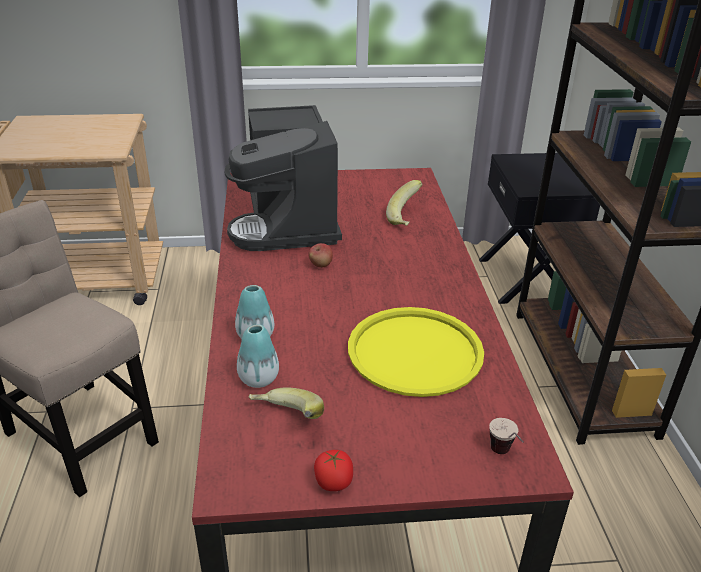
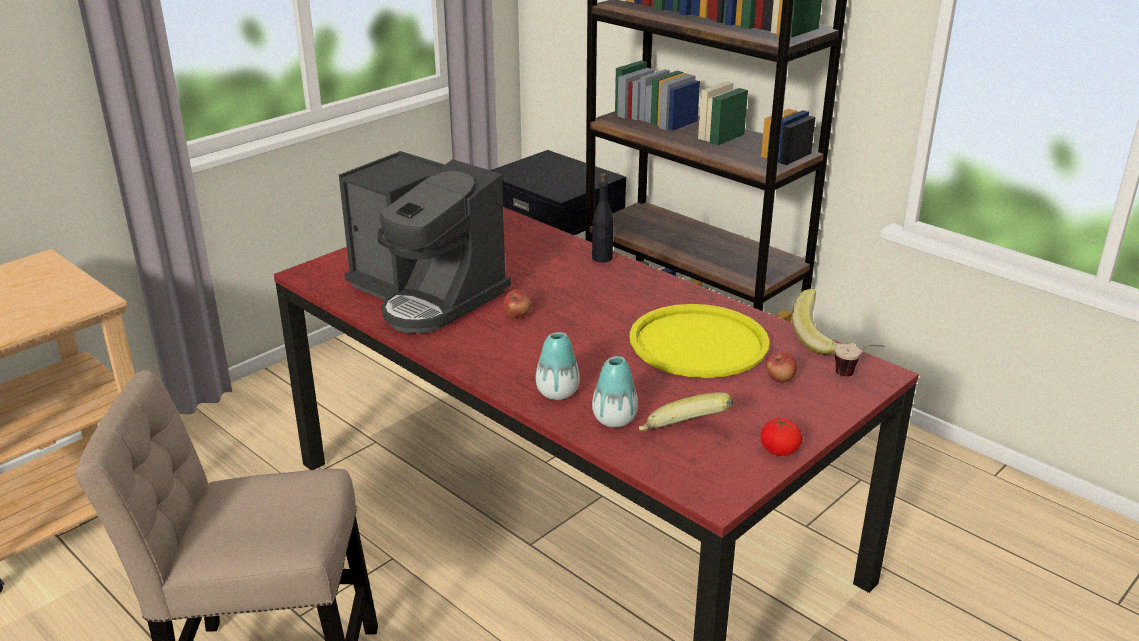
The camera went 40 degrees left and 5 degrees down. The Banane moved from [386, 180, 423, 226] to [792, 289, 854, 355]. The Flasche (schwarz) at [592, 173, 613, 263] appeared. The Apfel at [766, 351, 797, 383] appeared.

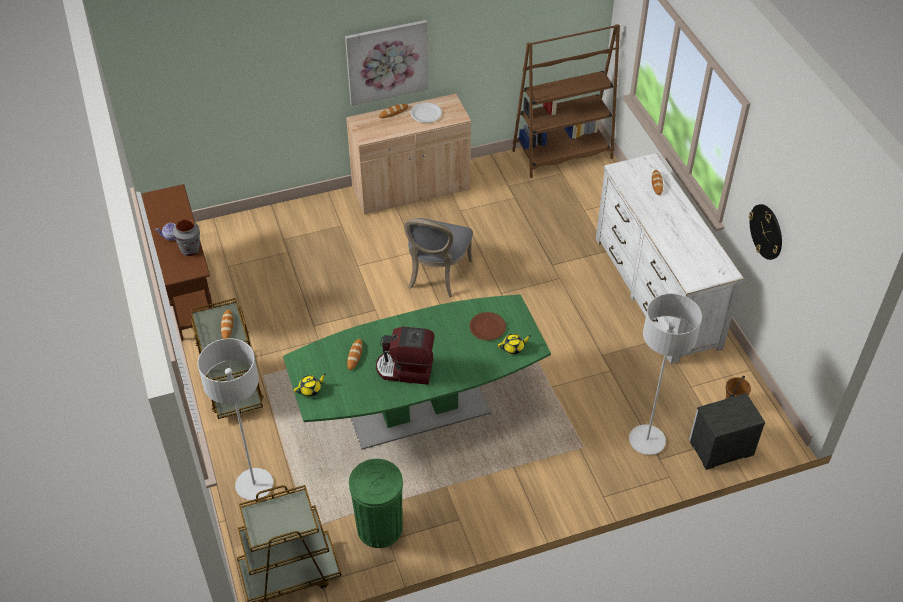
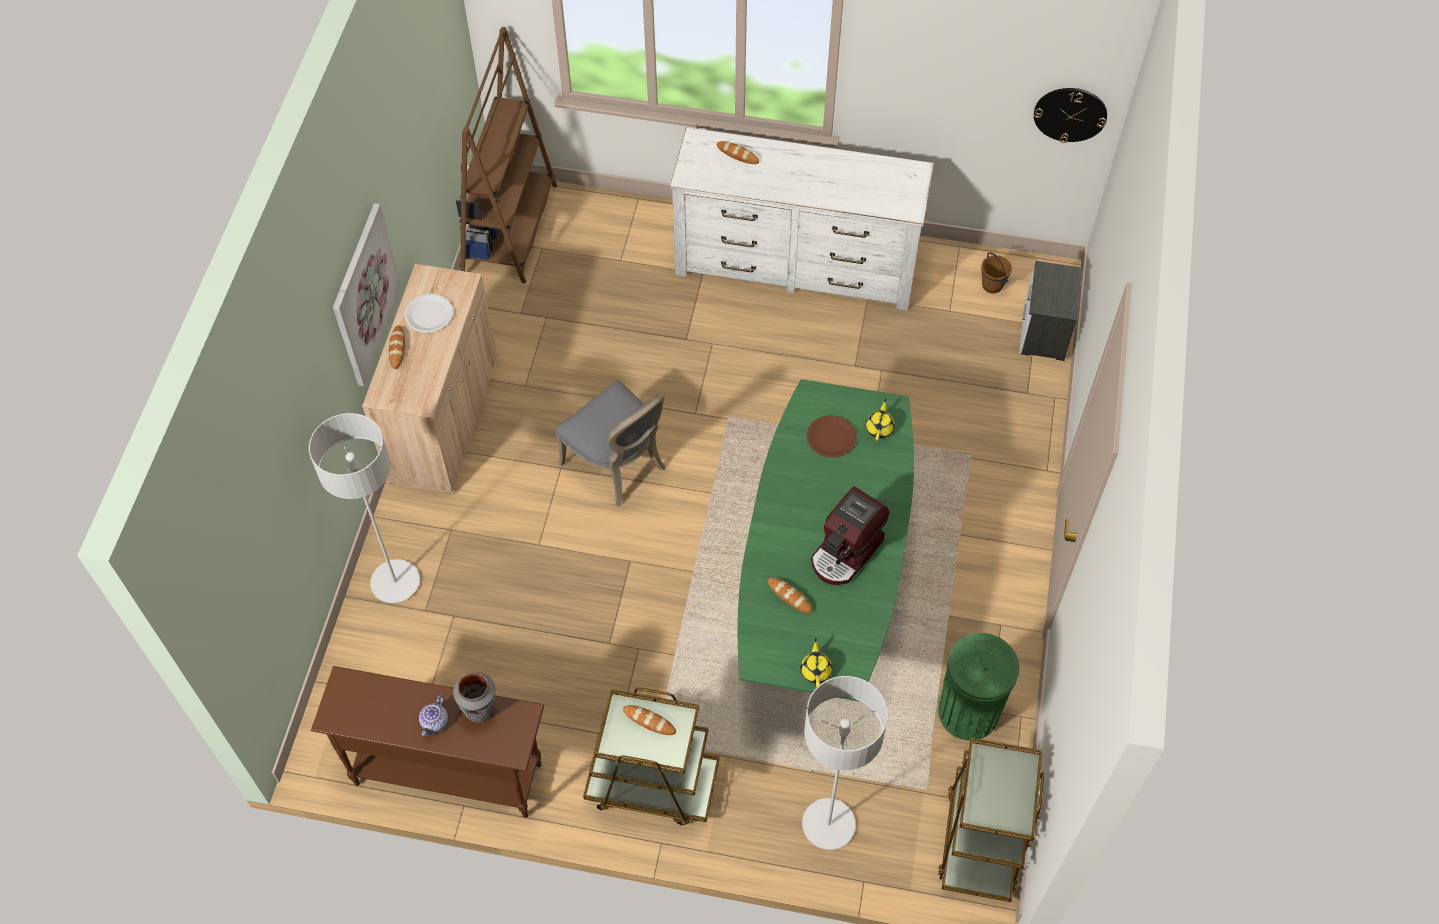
The camera went 60 degrees left and 10 degrees up. The Wanduhr moved from [749, 204, 782, 260] to [1034, 88, 1107, 143]. The Stehlampe (grau) moved from [629, 293, 702, 455] to [309, 413, 420, 603].

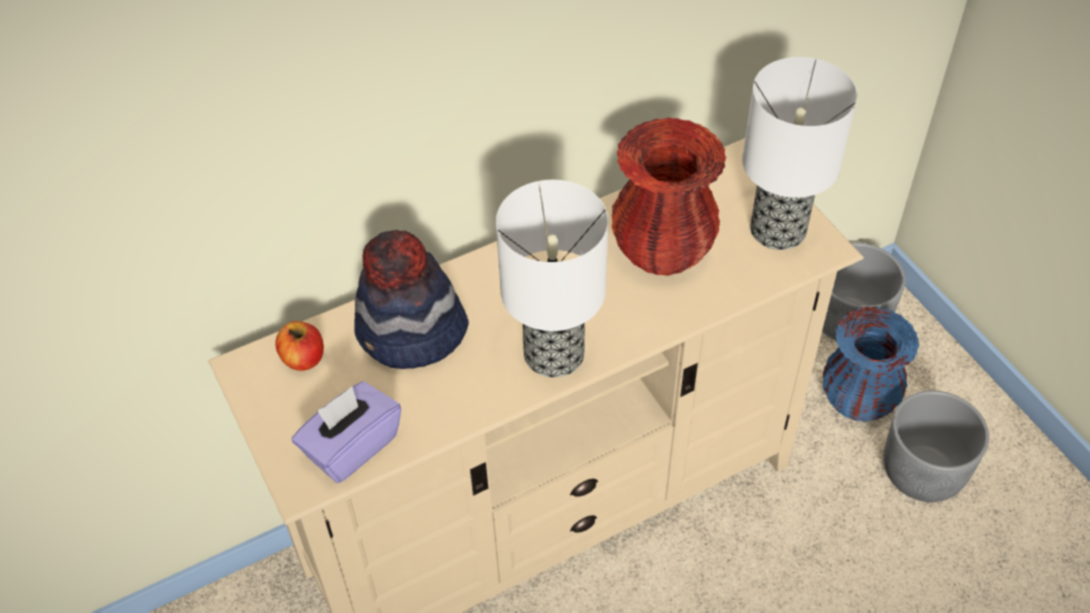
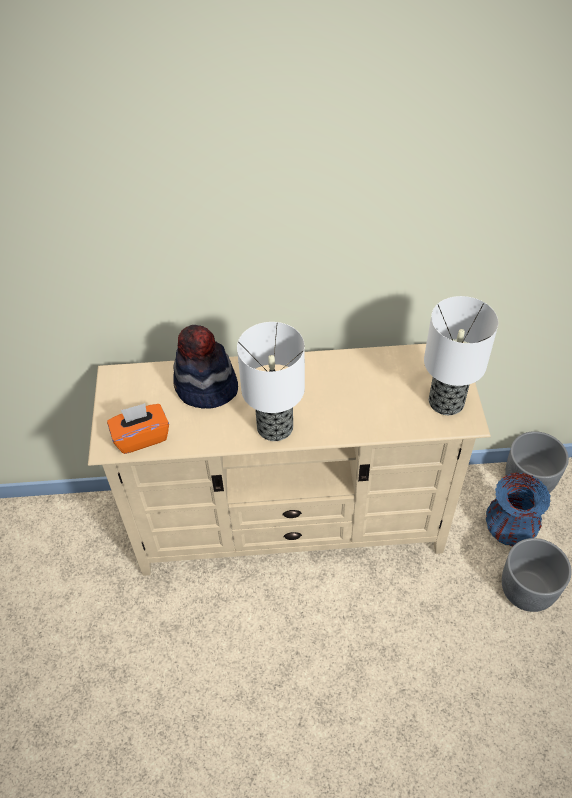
The camera went 25 degrees right and 0 degrees up. The Vase (rot) at [612, 118, 726, 276] disappeared. The Apfel at [275, 321, 324, 371] disappeared. The Taschentuchbox (lila) at [292, 381, 401, 483] became the Taschentuchbox (orange) at [107, 403, 169, 454].

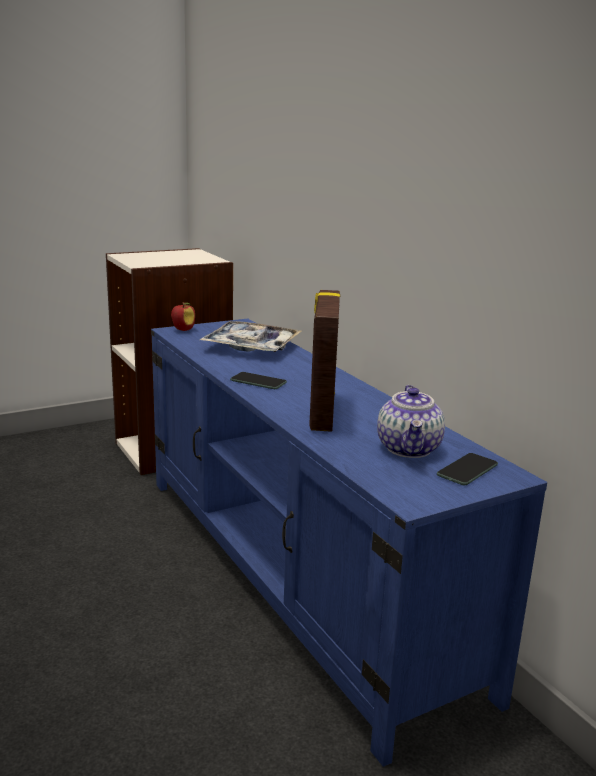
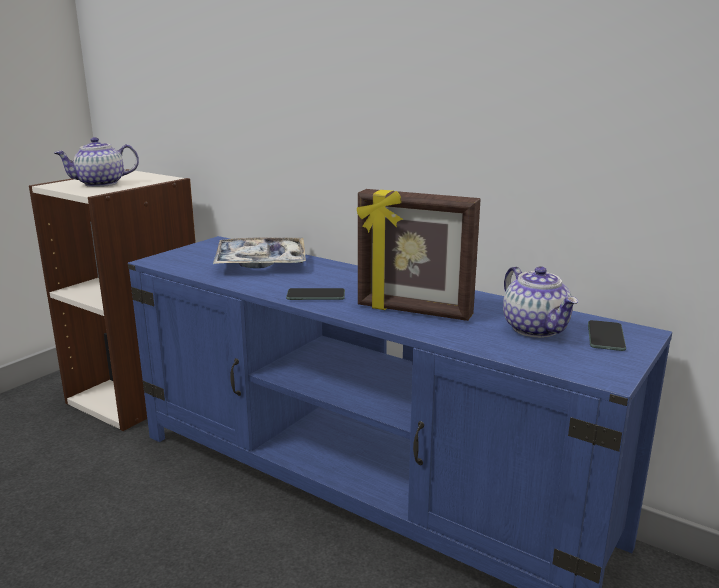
The camera went 25 degrees left and 0 degrees up. The Bilderrahmen at [309, 290, 340, 432] turned 45 degrees counterclockwise. The Apfel at [171, 302, 195, 331] disappeared. The Teekanne at [54, 137, 139, 187] appeared.

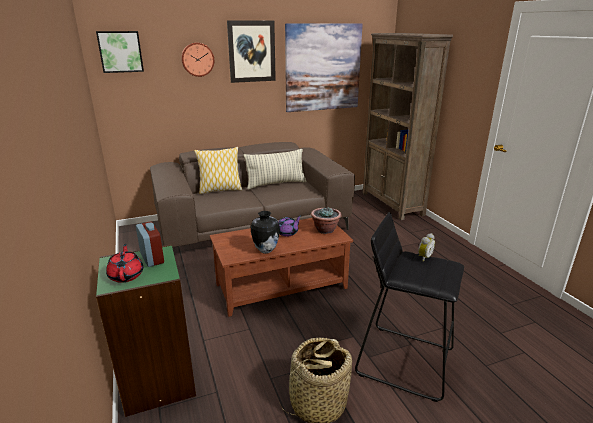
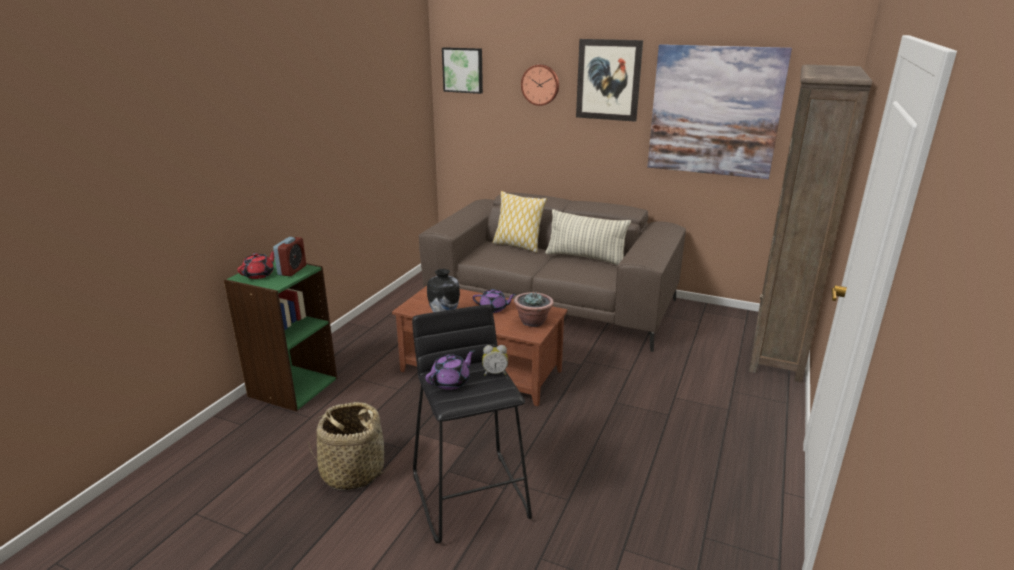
The camera went 45 degrees right and 0 degrees up. The Teekanne (lila) at [425, 350, 475, 390] appeared.

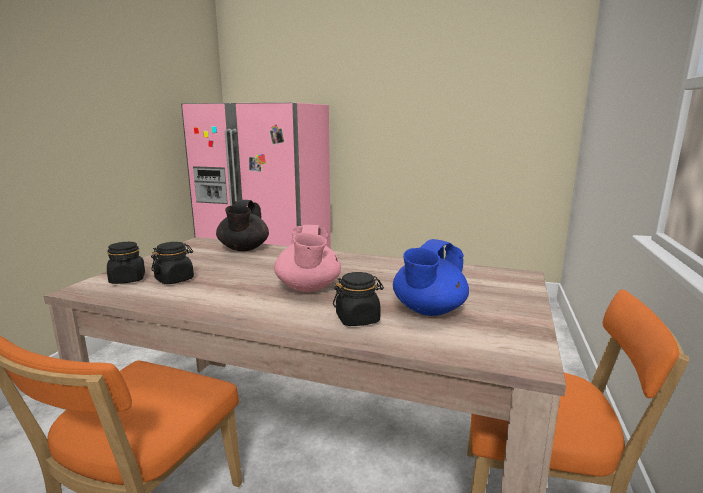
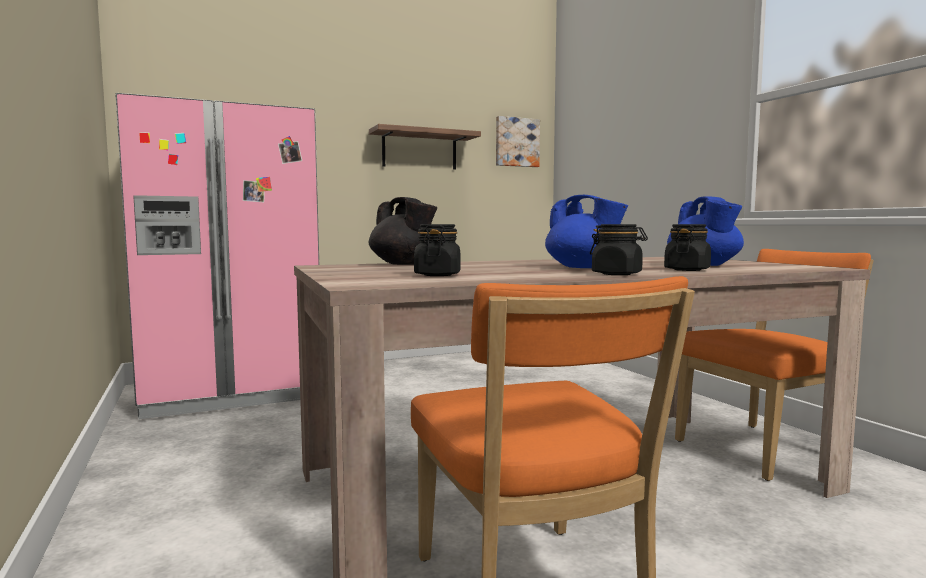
The camera went 40 degrees left and 10 degrees down. The Teekanne (rosa) at [274, 225, 341, 292] became the Teekanne (blau) at [545, 195, 628, 268]. The Vorratsglas (schwarz) moved from [107, 241, 145, 284] to [590, 224, 648, 275]. The Bild at [496, 116, 540, 167] appeared. The Wandregal at [369, 124, 481, 170] appeared.

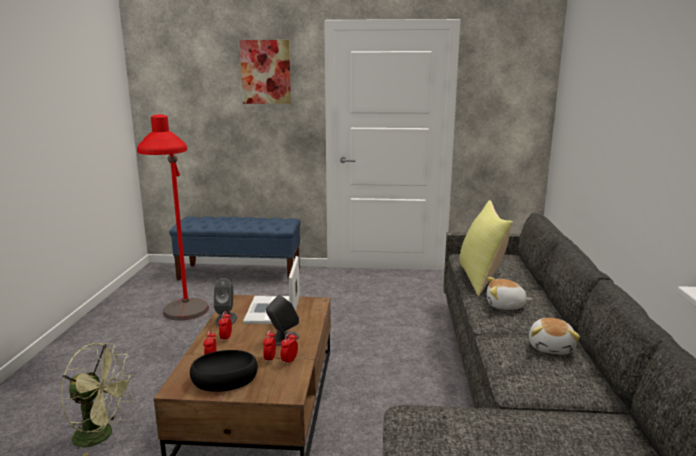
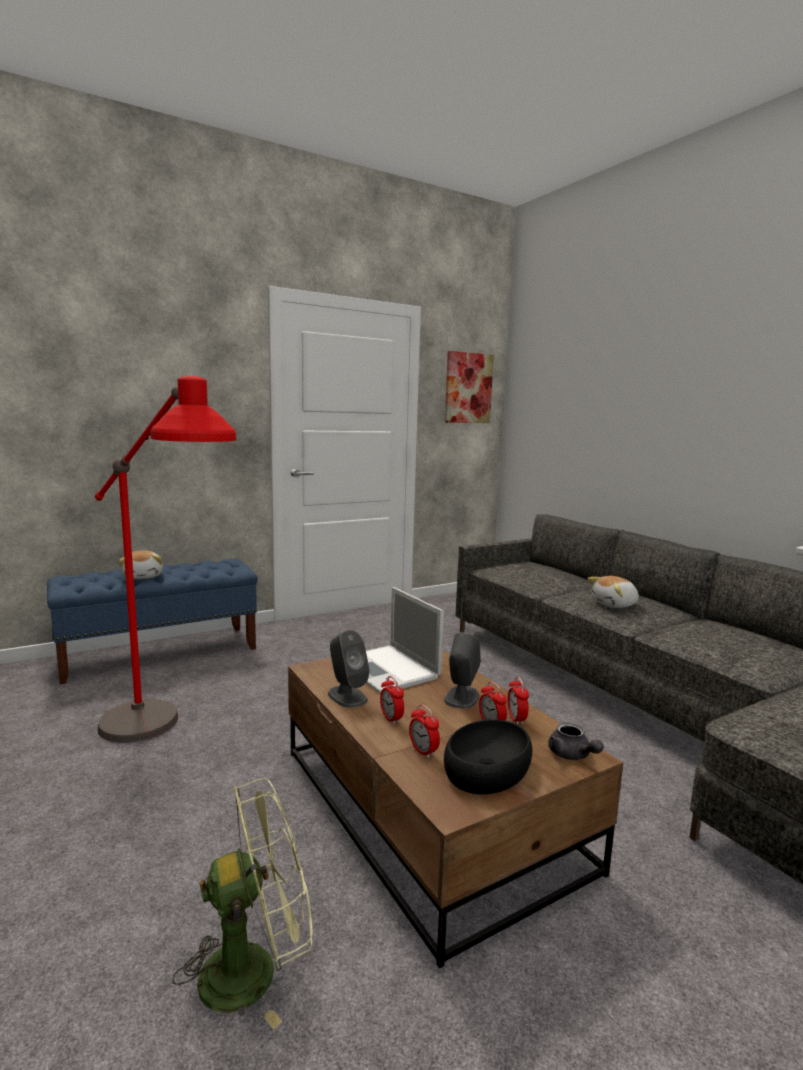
The camera went 35 degrees left and 5 degrees down. The Bild moved from [240, 40, 291, 104] to [445, 351, 494, 423]. The Kissen (gelb) at [459, 200, 513, 296] disappeared. The Plüschtier moved from [529, 318, 580, 355] to [119, 550, 163, 579]. The Teekanne (grau) at [548, 722, 604, 760] appeared.

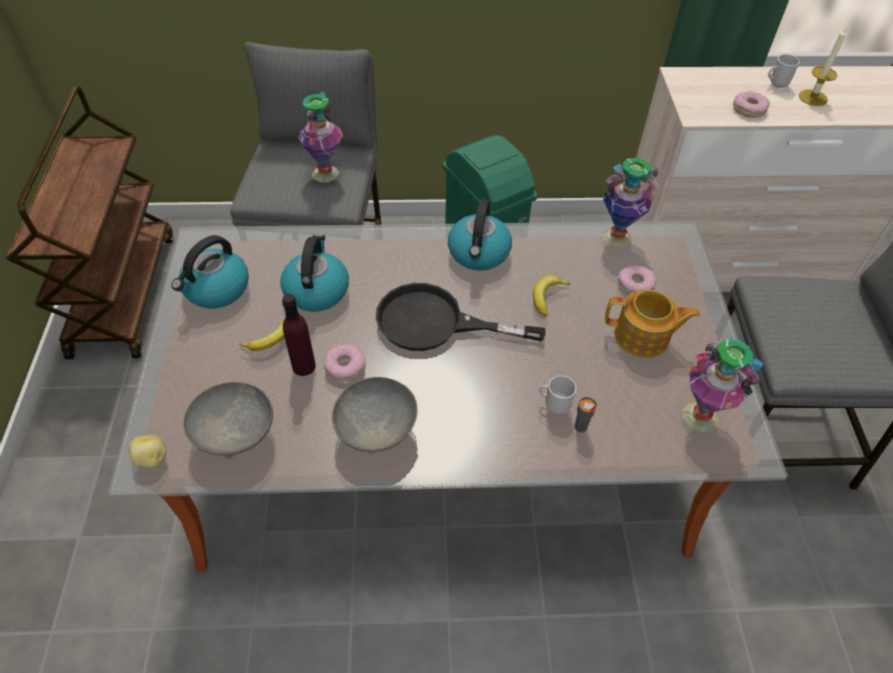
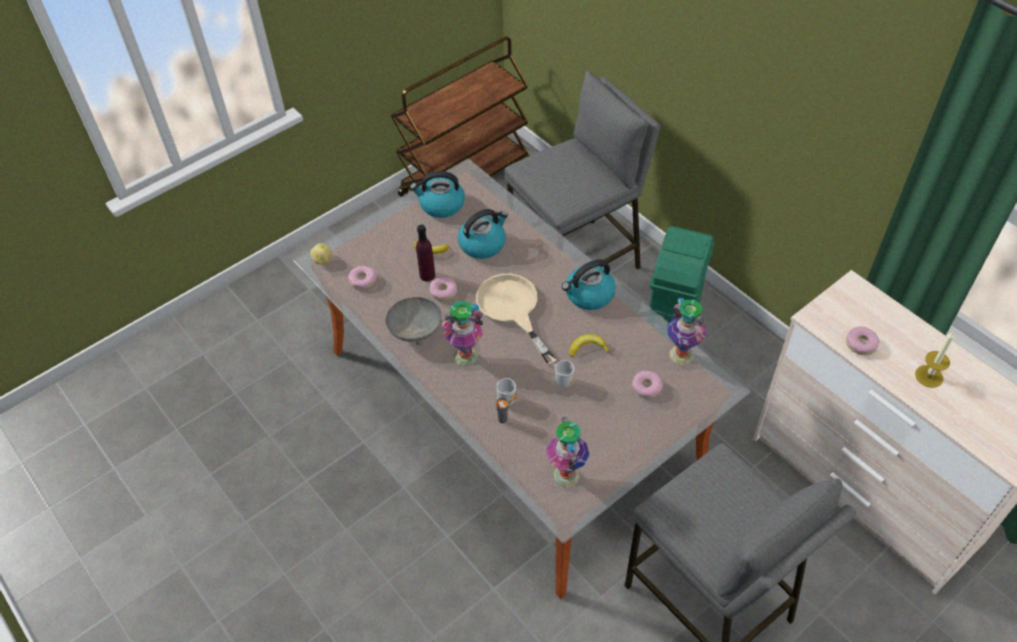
The camera went 55 degrees right and 0 degrees up. The Henkelbecher moved from [768, 54, 800, 88] to [553, 360, 575, 387]. The Vase moved from [298, 92, 343, 183] to [442, 301, 483, 366]. The Pfanne (schwarz) at [376, 283, 546, 351] became the Pfanne (beige) at [476, 274, 556, 365]. The Teekanne at [605, 290, 700, 358] disappeared. The Schüssel (grau) at [183, 382, 273, 459] was replaced by the Donut at [348, 266, 376, 290].

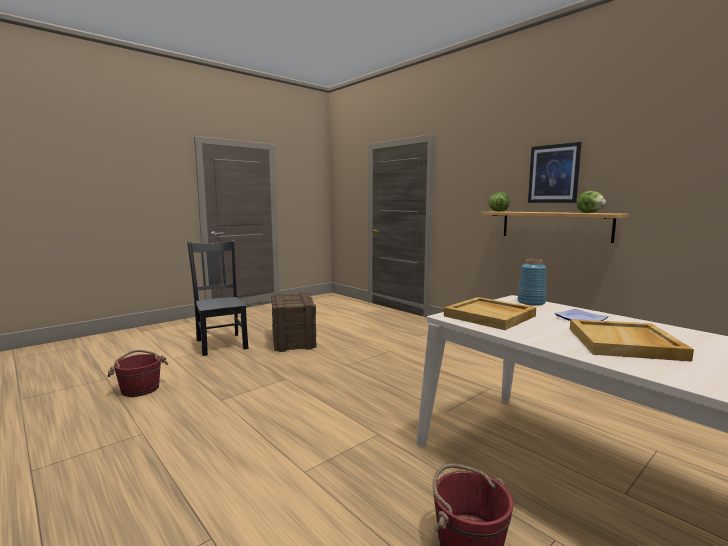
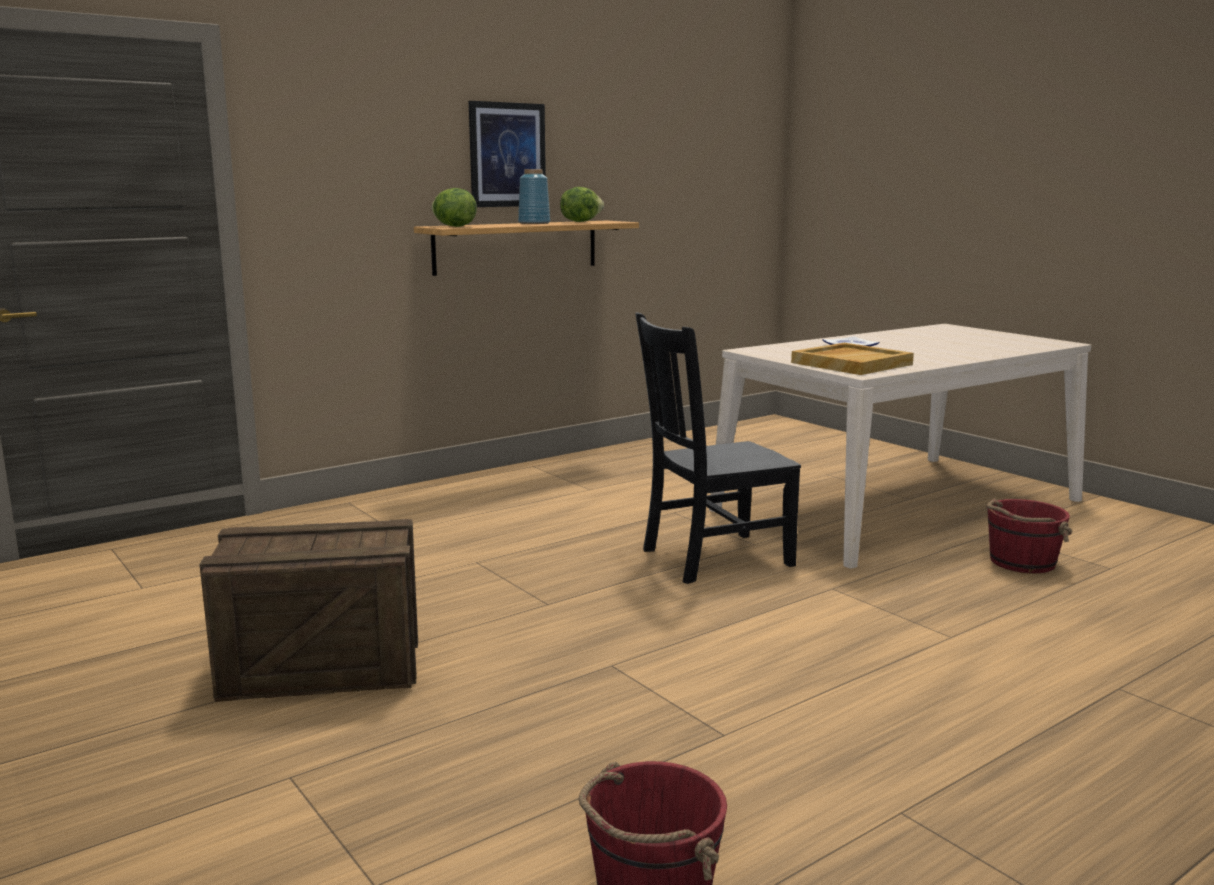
The camera went 85 degrees left and 5 degrees up. The Stuhl (schwarz) moved from [187, 240, 249, 356] to [635, 312, 801, 584]. The Vase (blau) moved from [517, 259, 546, 306] to [518, 169, 550, 224]. The Tablett (beige) at [570, 319, 694, 362] disappeared.

